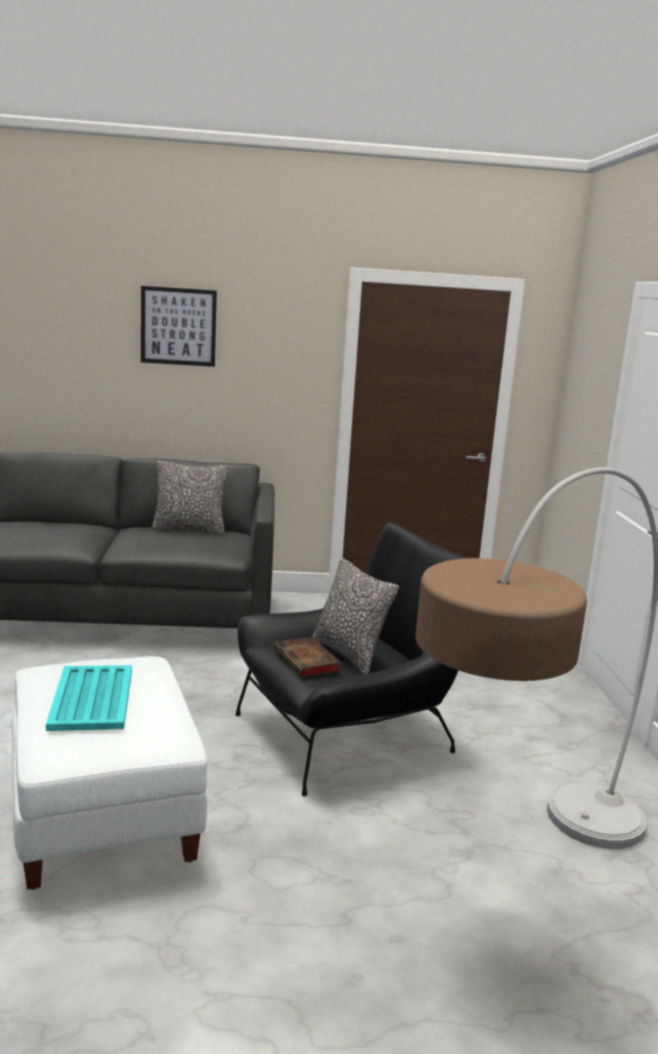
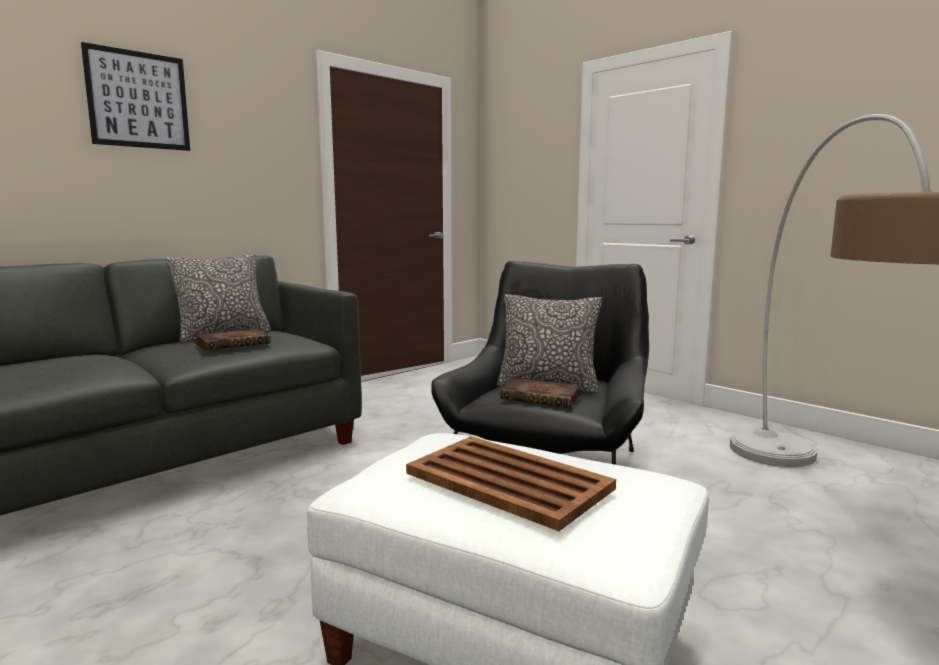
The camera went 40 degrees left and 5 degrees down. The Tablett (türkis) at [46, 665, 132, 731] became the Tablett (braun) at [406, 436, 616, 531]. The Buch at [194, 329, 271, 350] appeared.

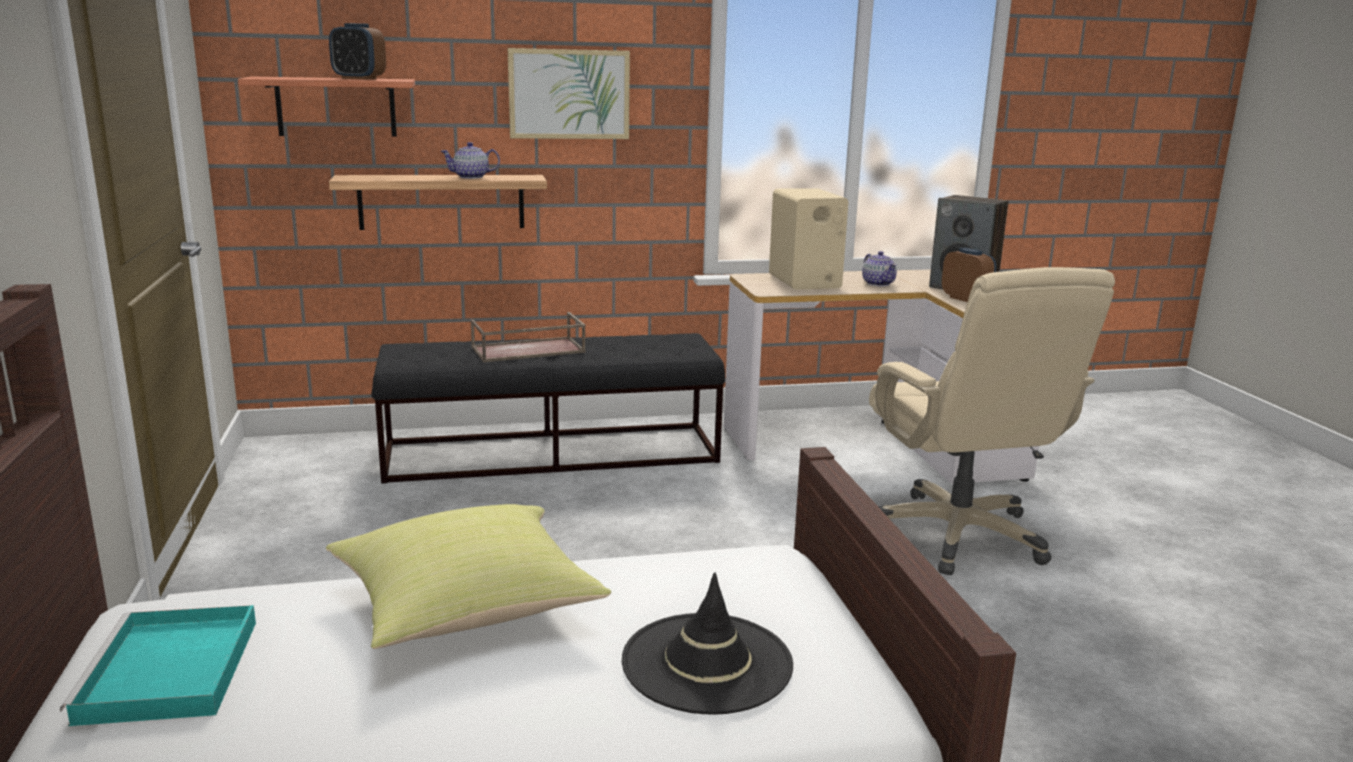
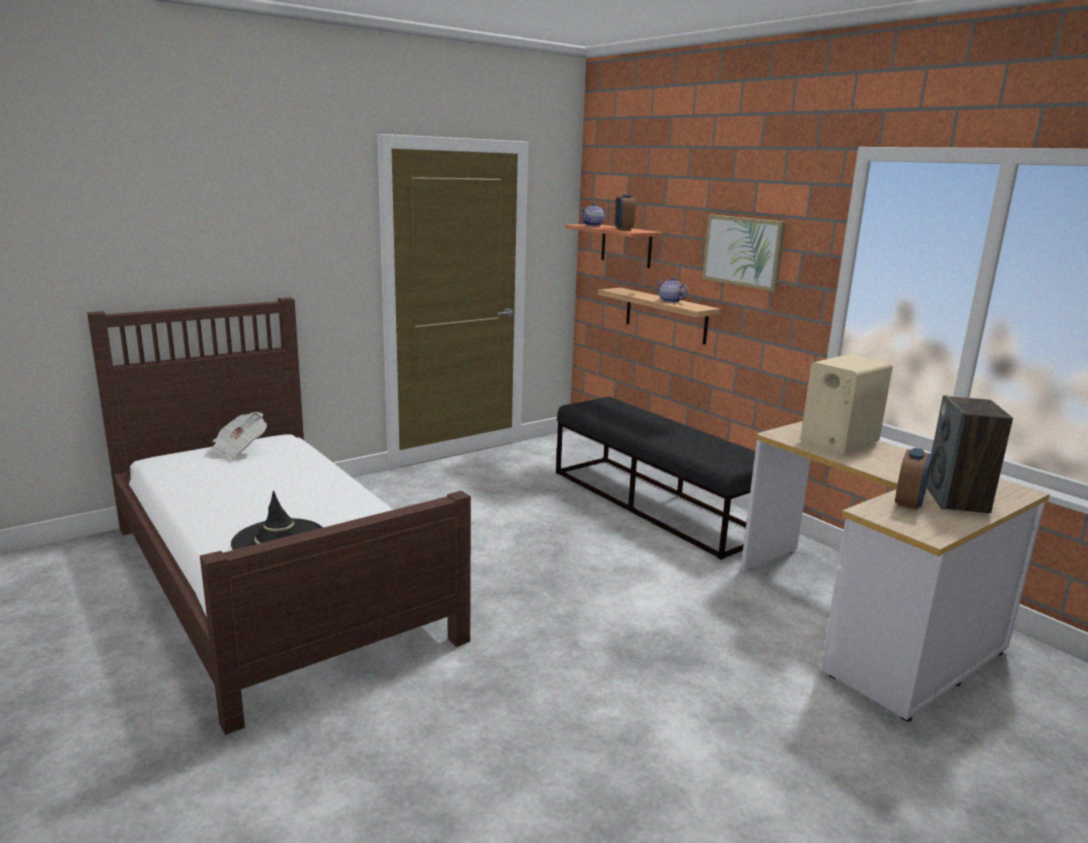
The camera went 65 degrees right and 0 degrees up. The Teekanne moved from [862, 251, 897, 286] to [581, 203, 606, 226]. The Bürostuhl (beige) at [869, 267, 1115, 575] disappeared. The Tablett (braun) at [471, 312, 586, 362] disappeared. The Kissen (gelb) at [326, 504, 611, 649] disappeared. The Tablett (türkis) at [60, 605, 256, 726] was replaced by the Zeitung at [205, 412, 267, 459].

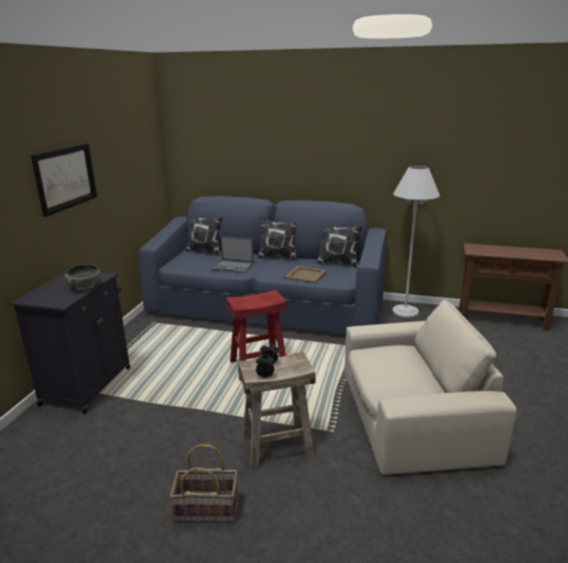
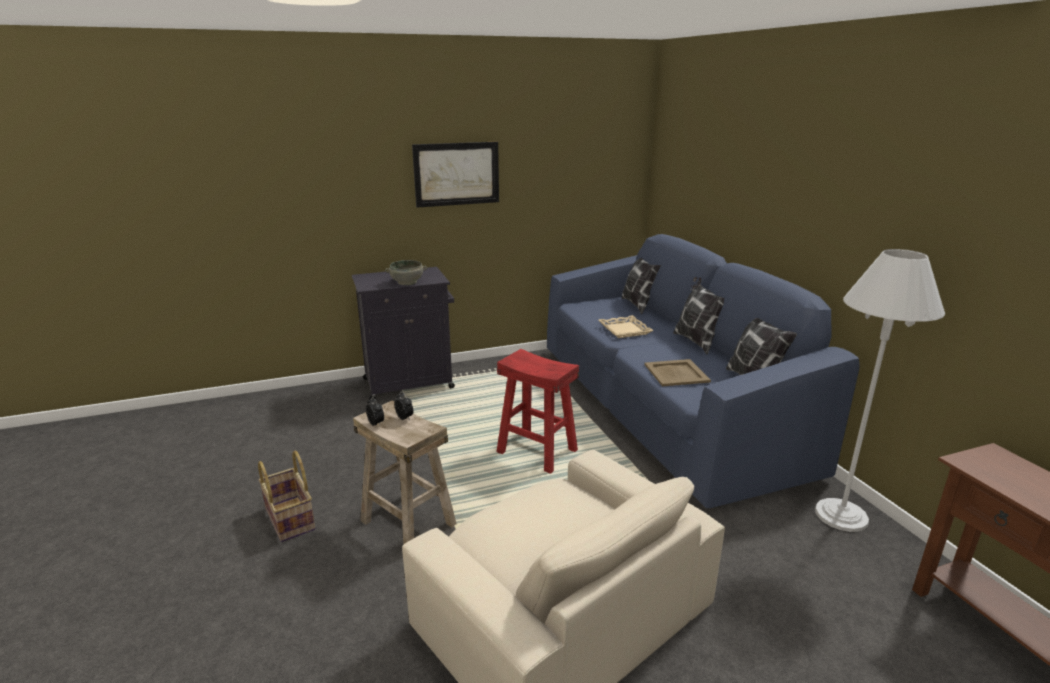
The camera went 55 degrees right and 0 degrees up. The Laptop at [212, 236, 254, 273] was replaced by the Tablett (beige) at [599, 315, 654, 338].

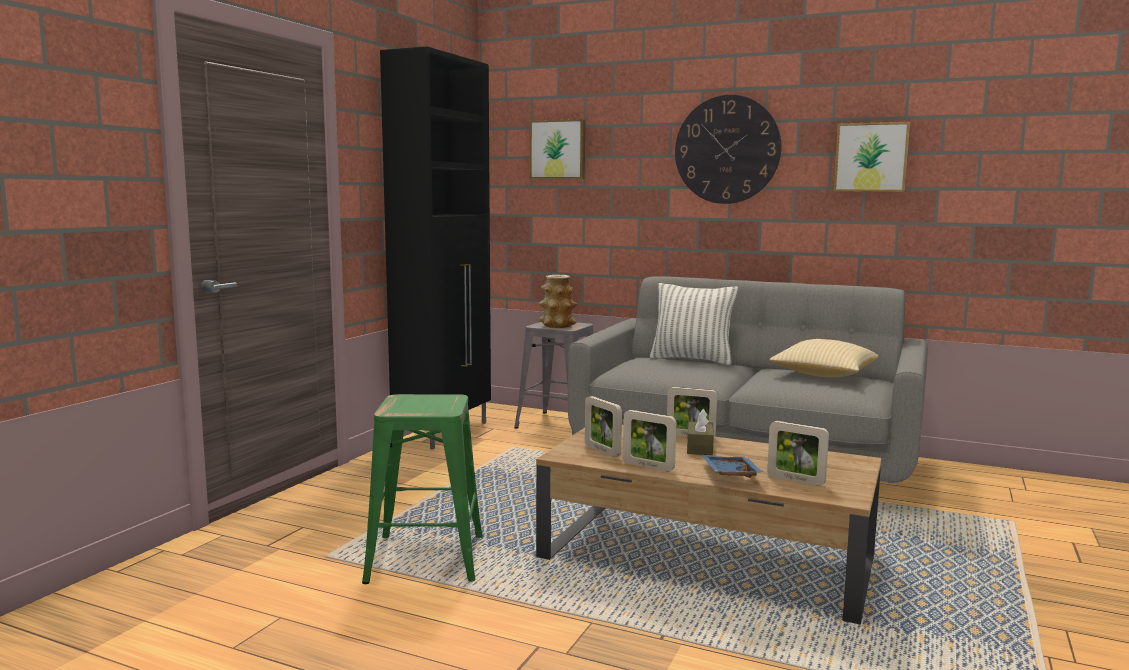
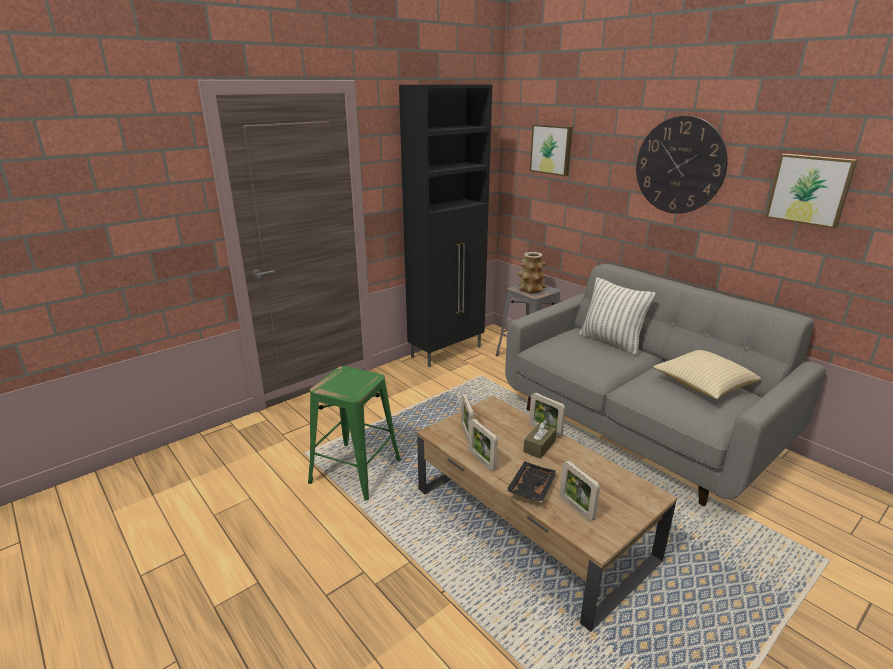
The camera went 25 degrees right and 15 degrees up. The Tablett (blau) at [702, 455, 765, 478] became the Tablett (schwarz) at [506, 461, 558, 502].

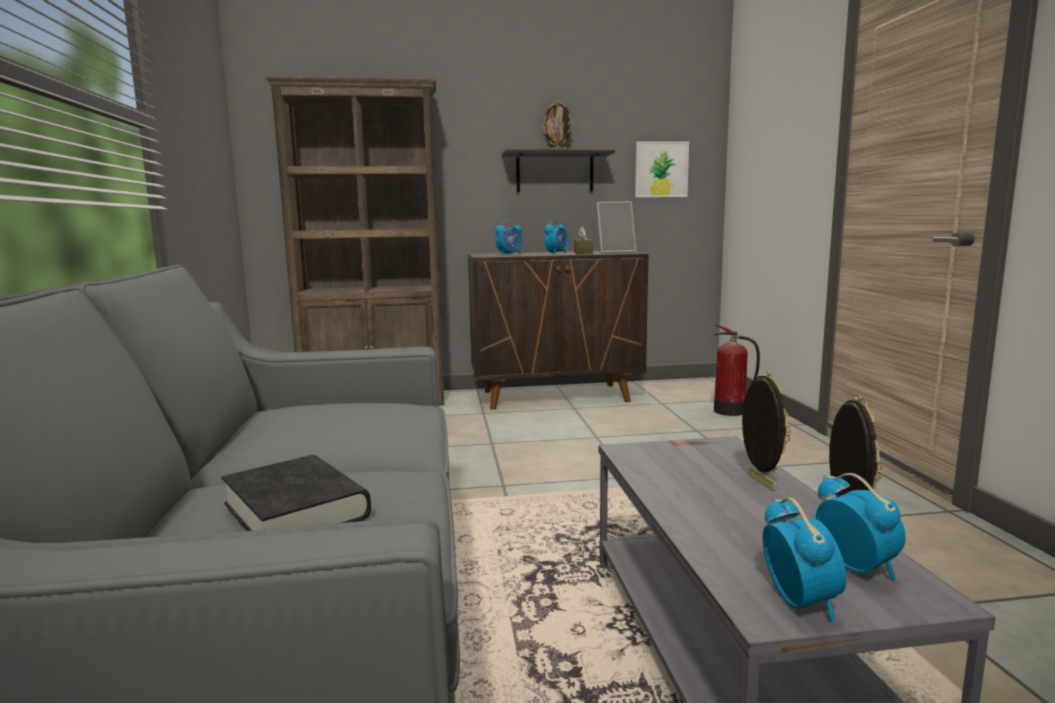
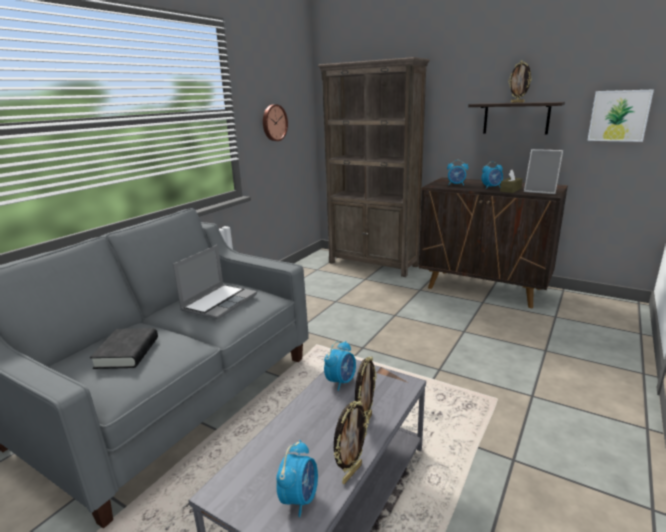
The camera went 40 degrees right and 10 degrees up. The Feuerlöscher at [714, 324, 760, 416] disappeared. The Wecker moved from [763, 497, 846, 622] to [324, 341, 356, 391]. The Wanduhr at [263, 104, 288, 141] appeared. The Laptop at [173, 245, 257, 320] appeared.

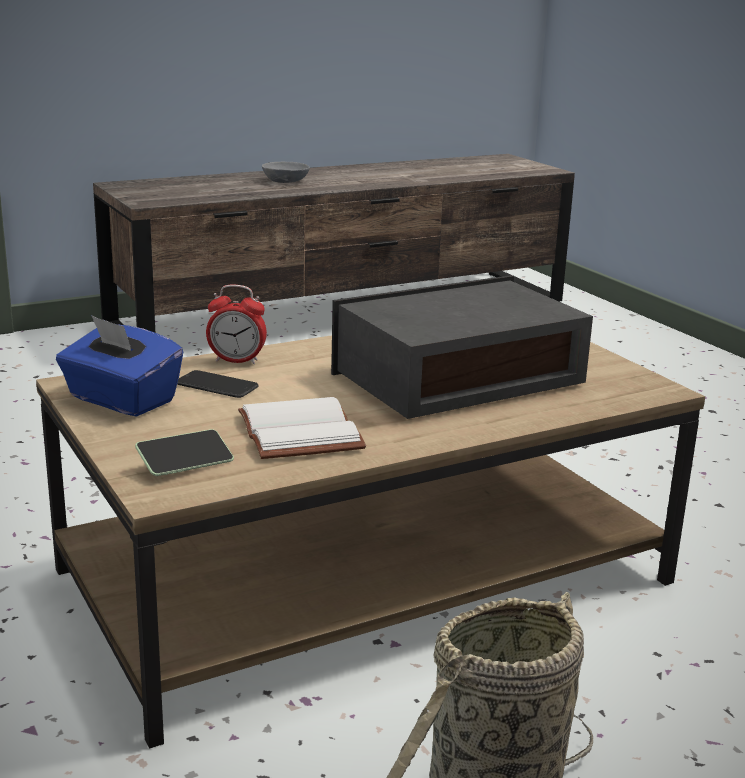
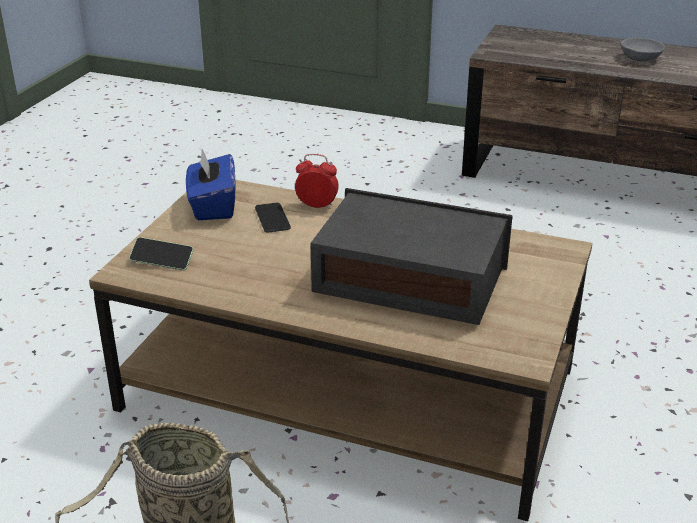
The camera went 50 degrees right and 10 degrees up. The Wecker at [206, 285, 267, 364] turned 135 degrees clockwise. The Buch (weiß) at [238, 397, 366, 459] disappeared.

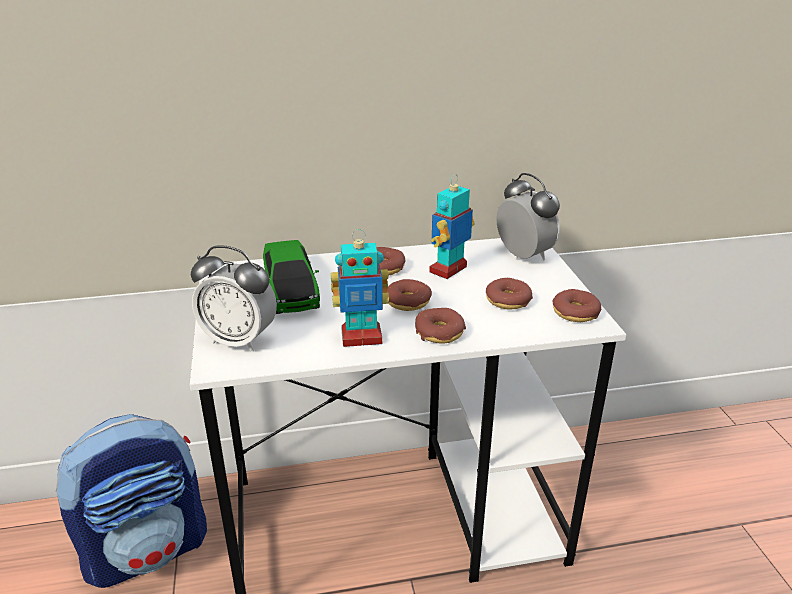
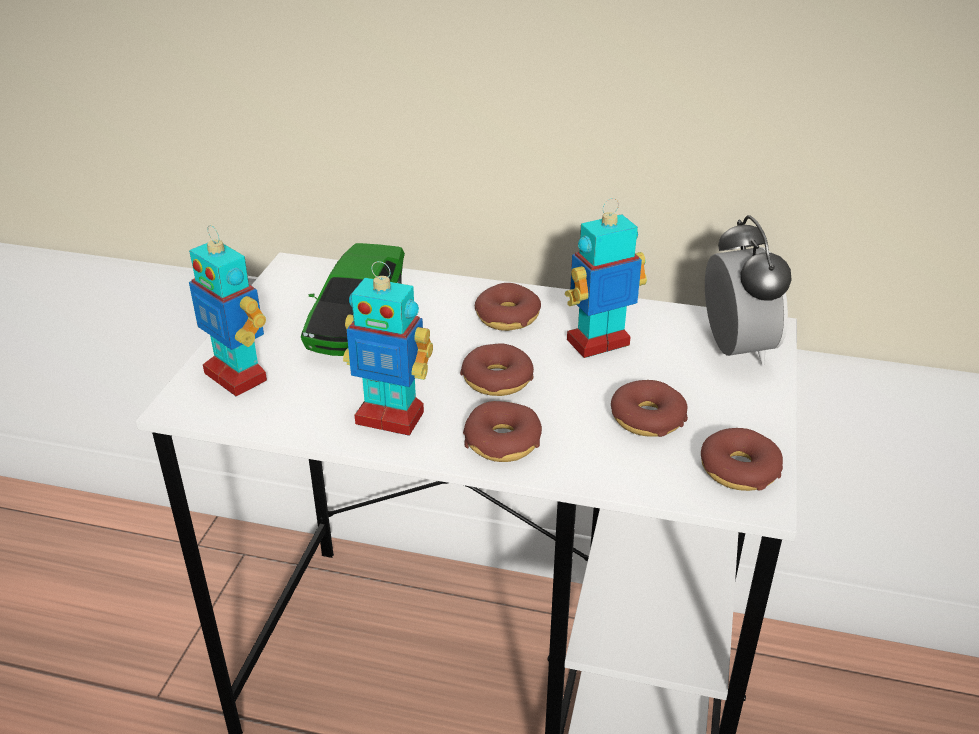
The camera went 25 degrees right and 5 degrees up. The Wecker at [191, 246, 277, 352] was replaced by the Spielzeugroboter at [189, 225, 267, 396]. The Rucksack at [56, 414, 207, 588] disappeared.

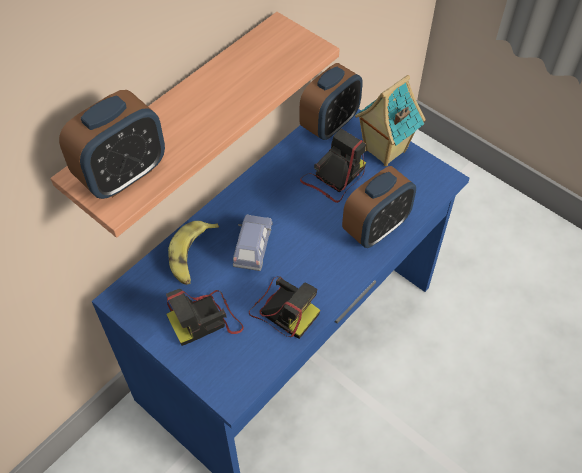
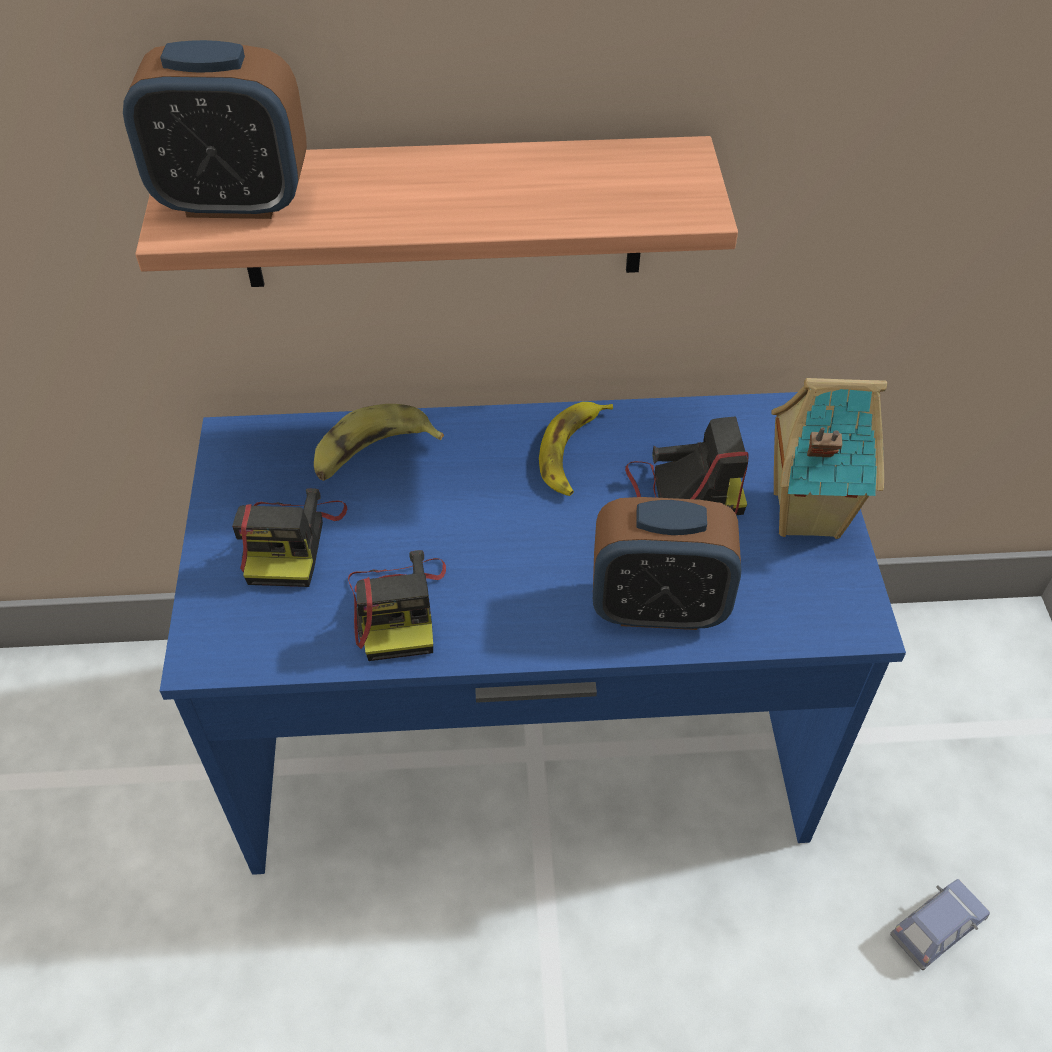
The camera went 45 degrees right and 5 degrees down. The Wecker at [299, 63, 363, 140] disappeared. The Spielzeugauto (blau) moved from [233, 215, 272, 271] to [890, 879, 990, 970]. The Kamera at [166, 289, 244, 346] turned 105 degrees counterclockwise. The Banane at [539, 402, 613, 496] appeared.

